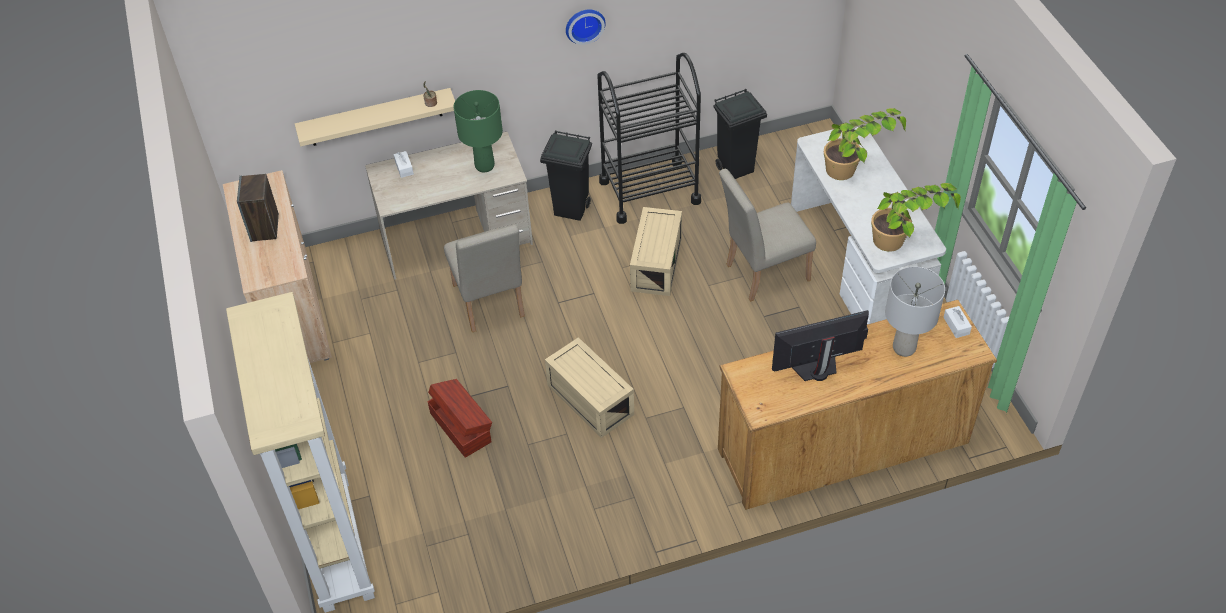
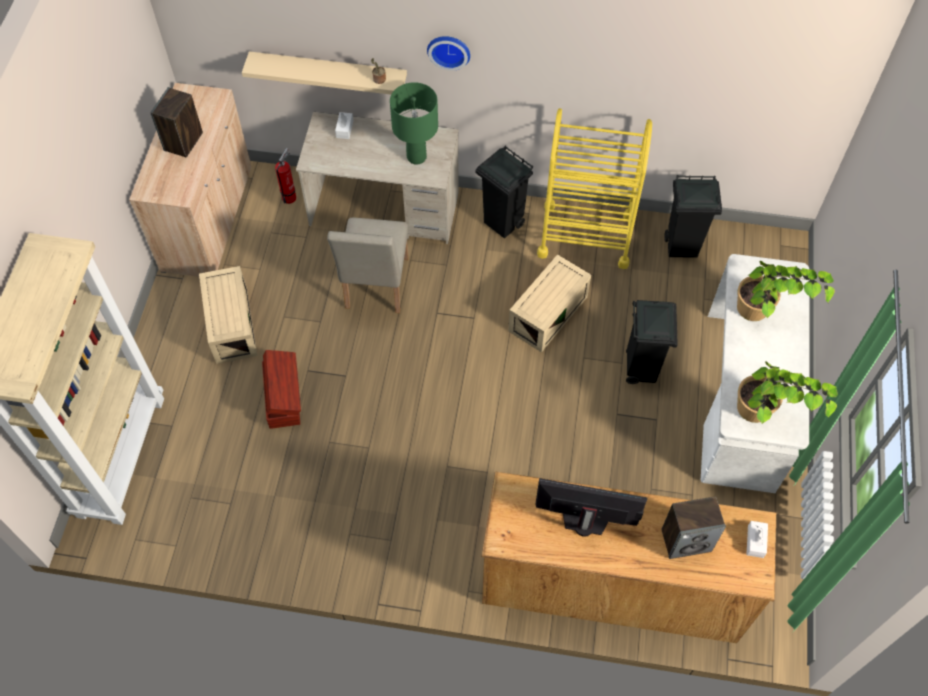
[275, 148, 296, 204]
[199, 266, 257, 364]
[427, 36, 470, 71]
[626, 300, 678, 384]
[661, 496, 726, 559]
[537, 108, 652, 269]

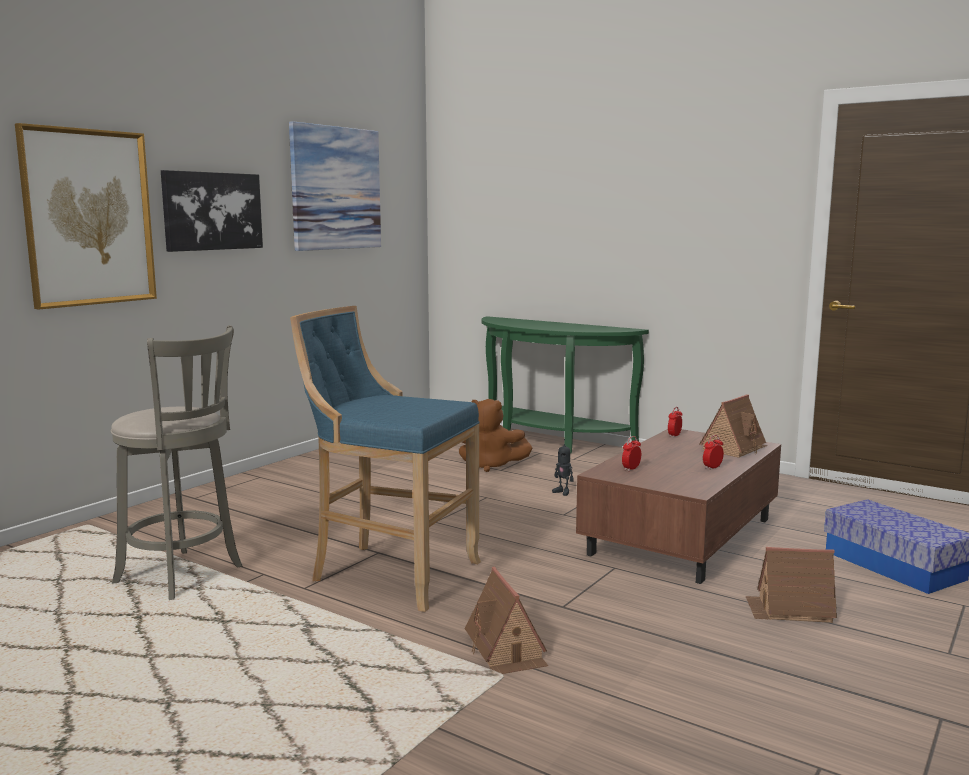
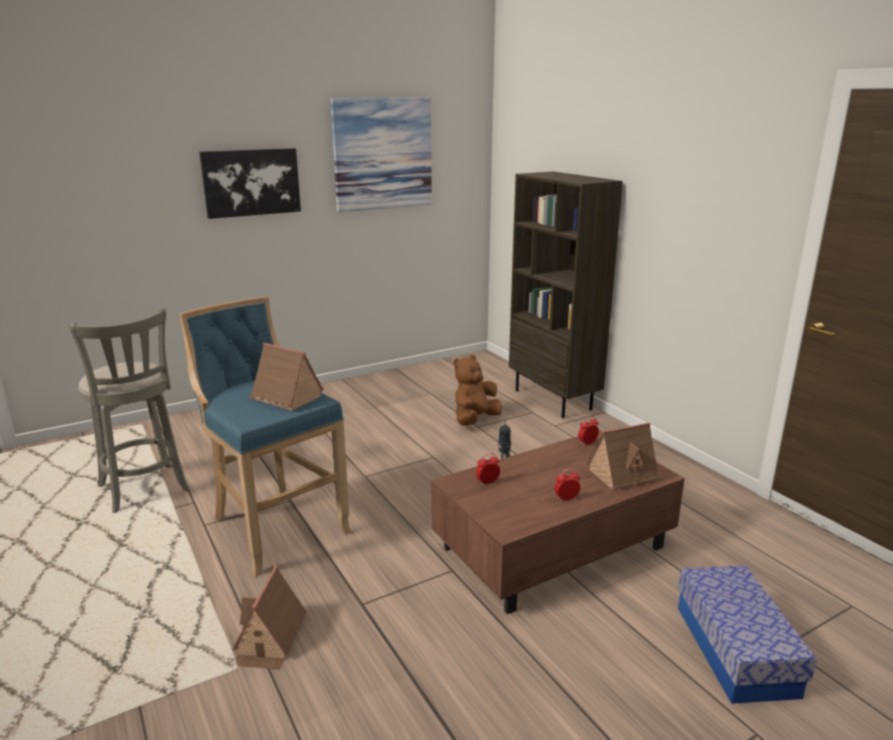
[15, 123, 157, 309] (first image)
[247, 343, 324, 411]
[509, 171, 623, 418]
[454, 355, 502, 426]

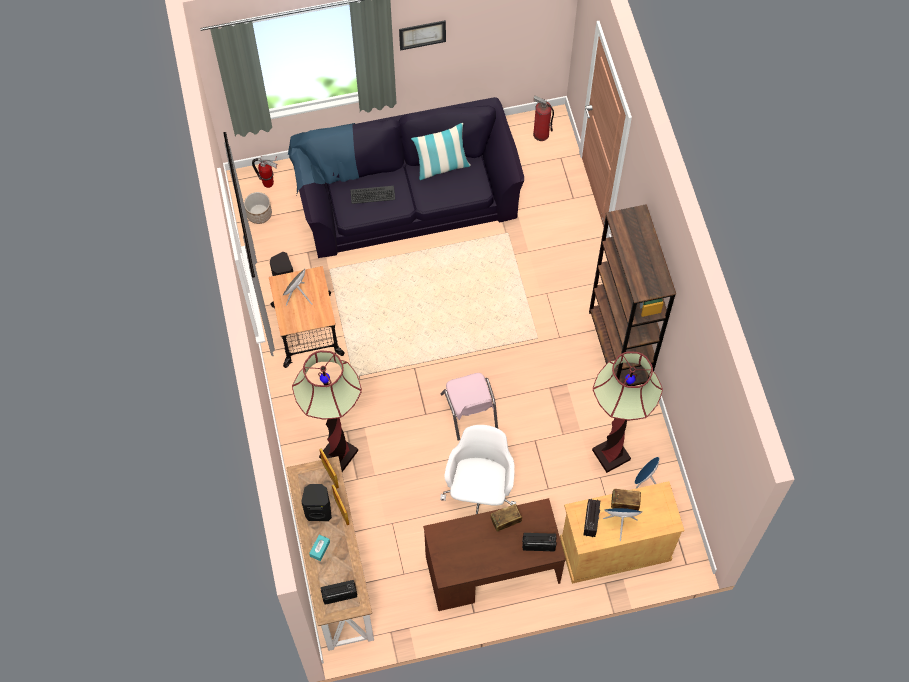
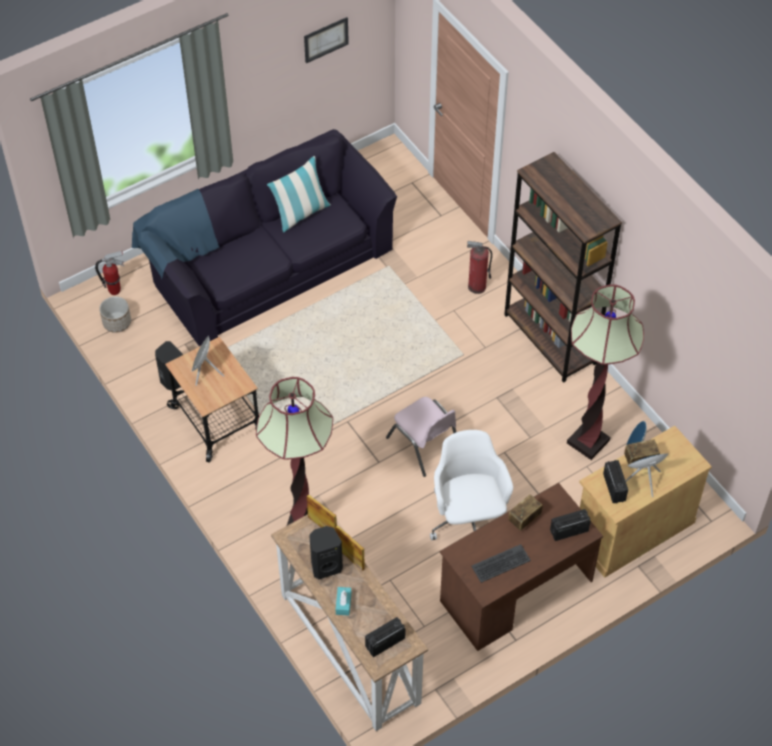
[471, 544, 531, 583]
[304, 17, 349, 63]
[467, 241, 492, 294]

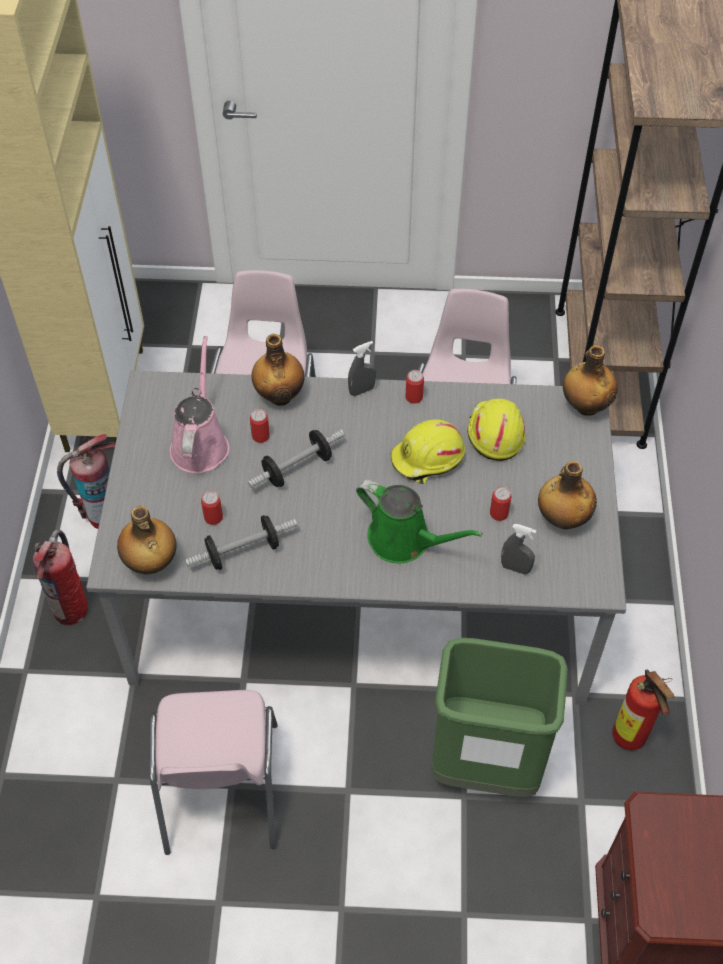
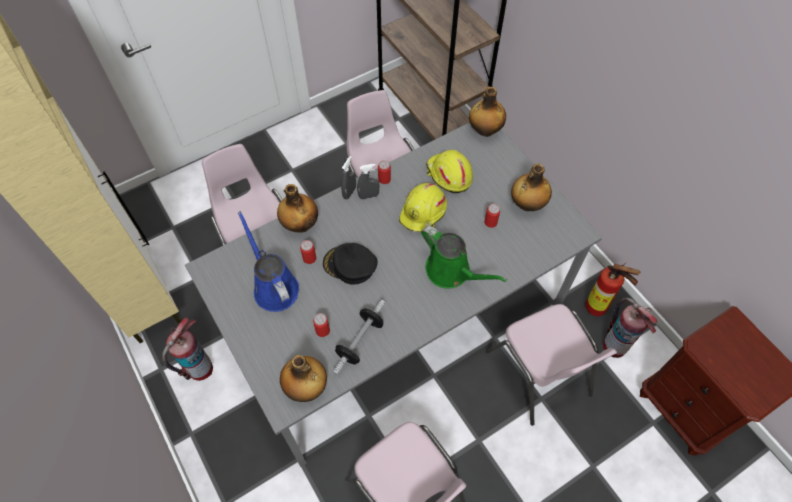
[603, 298, 657, 358]
[357, 164, 379, 199]
[323, 243, 378, 285]
[486, 304, 617, 426]
[238, 211, 299, 312]
[421, 226, 507, 289]

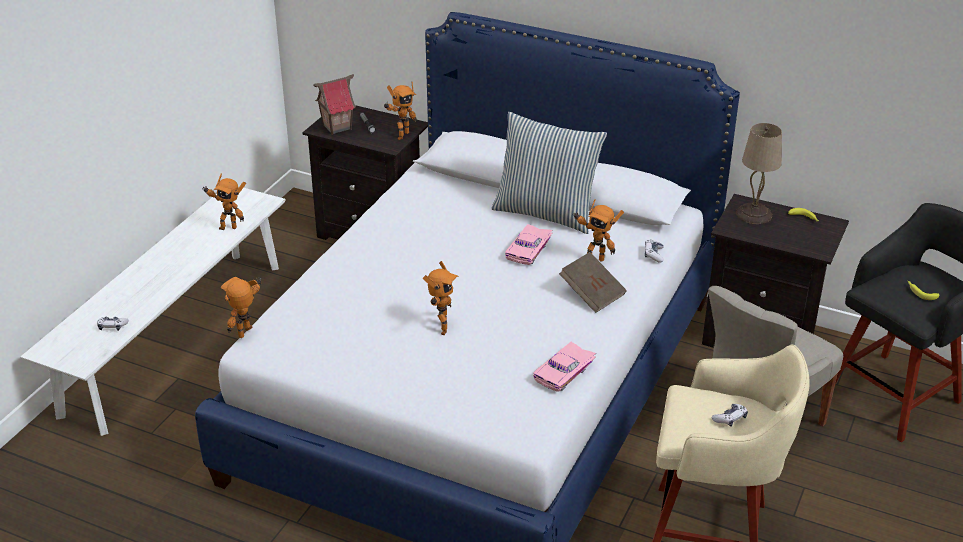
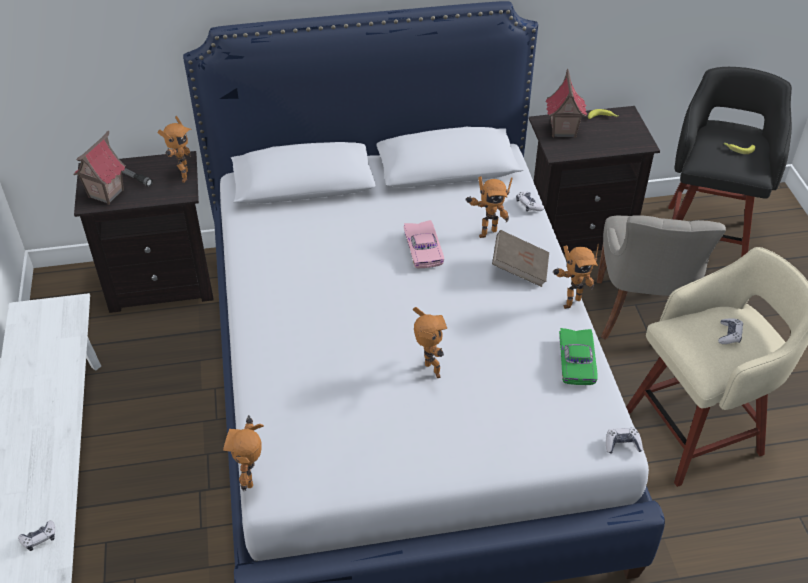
[492, 112, 607, 234] (first image)
[606, 428, 643, 454]
[553, 244, 599, 309]
[546, 69, 587, 138]
[559, 328, 598, 385]

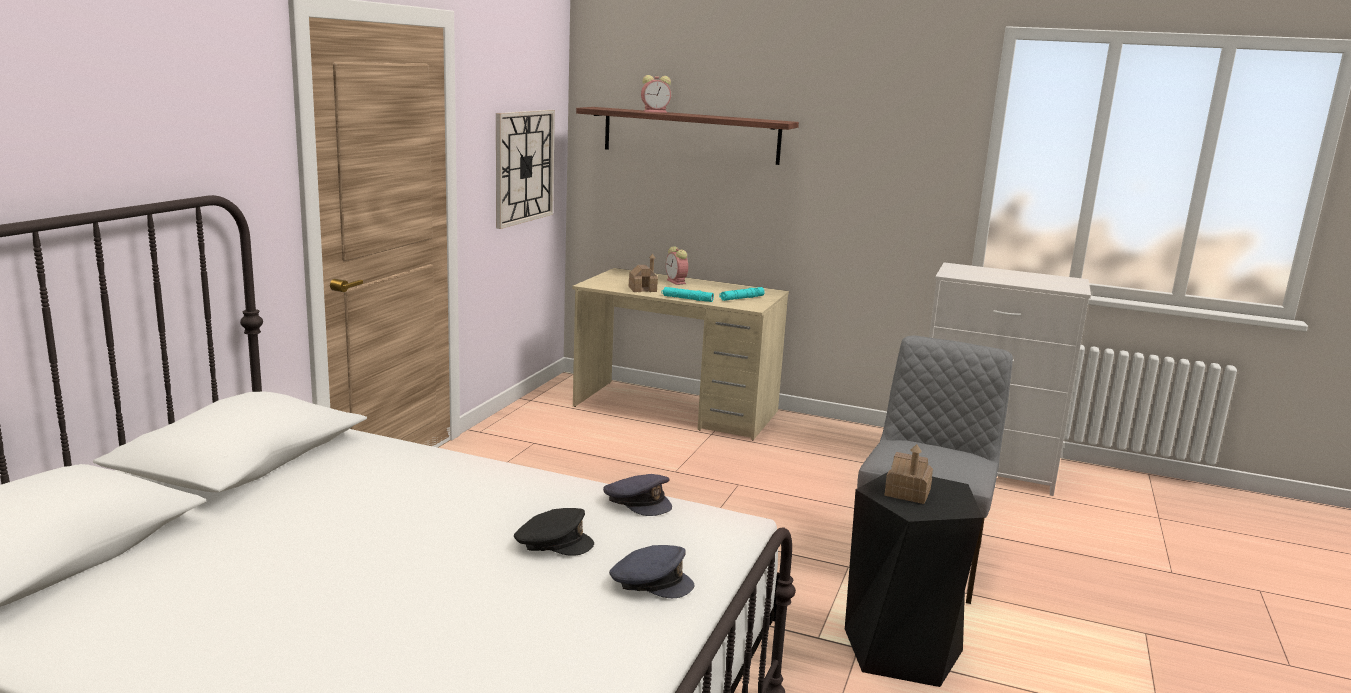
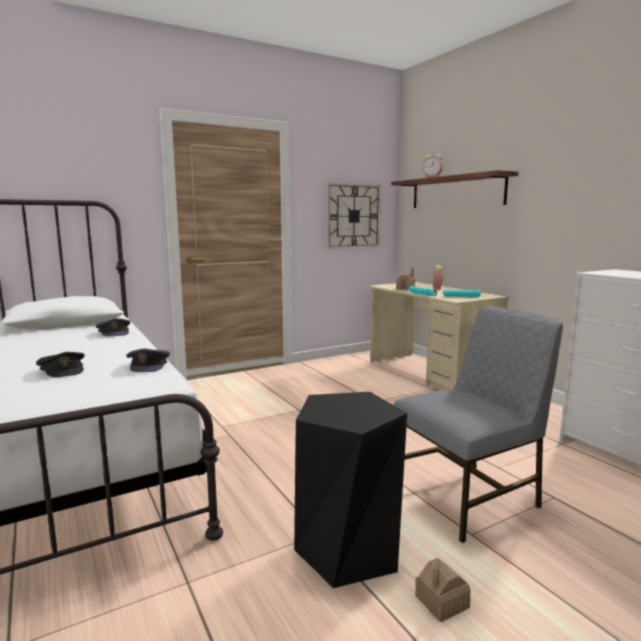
[96, 318, 130, 337]
[415, 558, 471, 622]

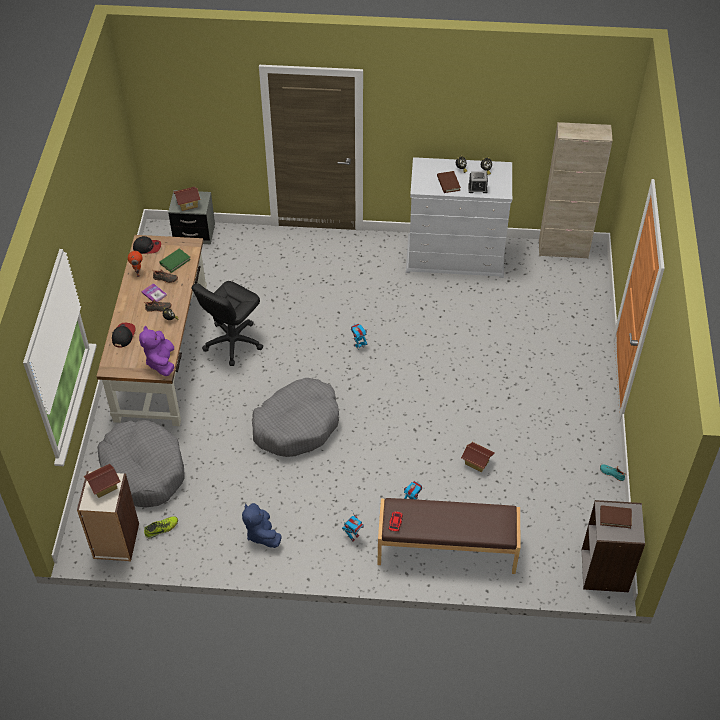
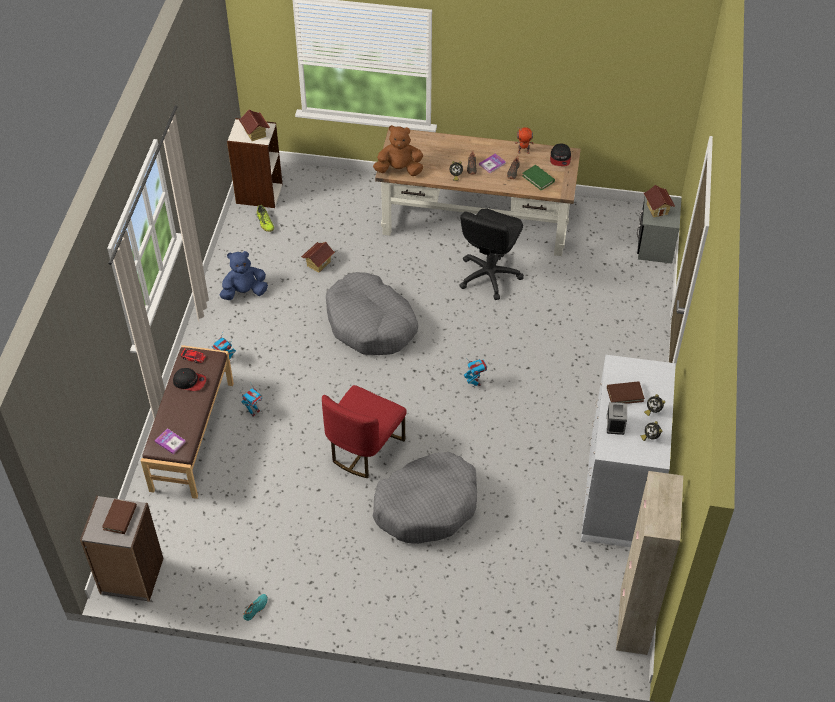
[155, 428, 186, 454]
[322, 385, 407, 478]
[373, 452, 477, 544]
[173, 368, 207, 391]
[301, 242, 335, 273]
[373, 125, 423, 176]
[459, 208, 524, 300]

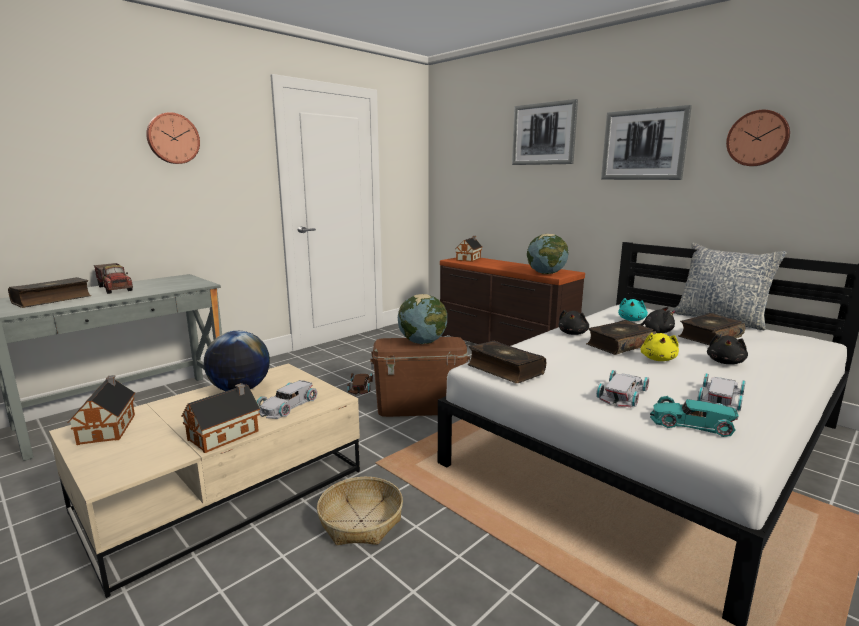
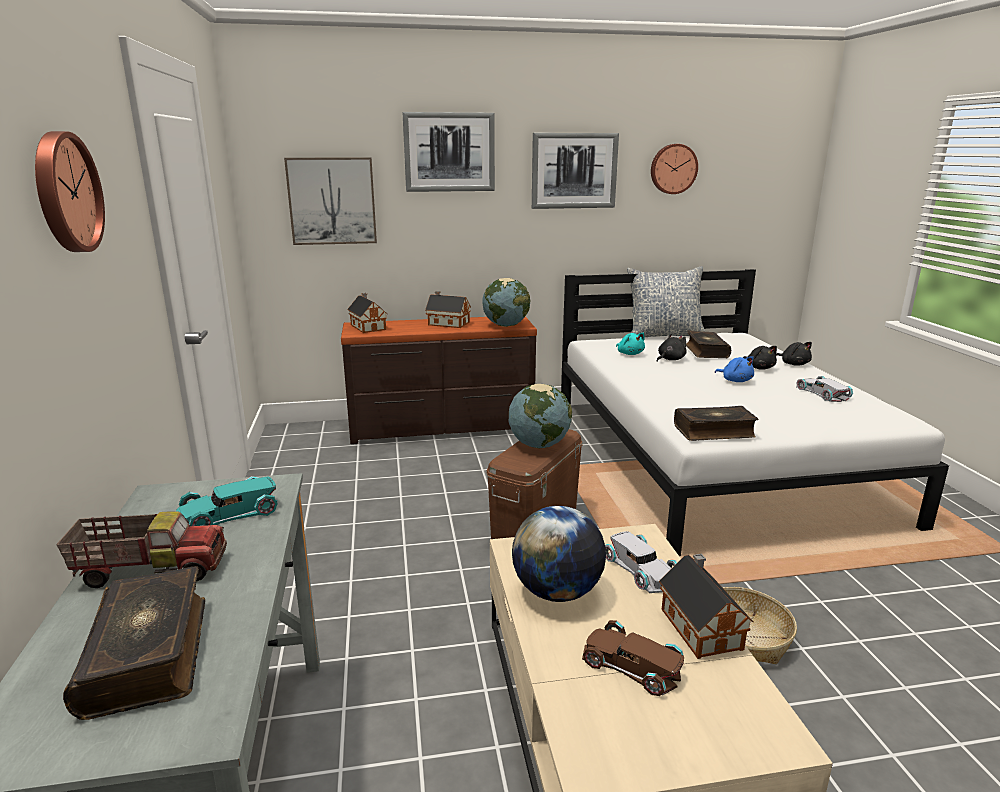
[586, 320, 657, 355] (first image)
[596, 370, 649, 407] (first image)
[284, 157, 377, 245]
[425, 291, 471, 328]
[582, 620, 684, 696]
[775, 342, 812, 366]
[176, 476, 278, 526]
[715, 356, 754, 382]

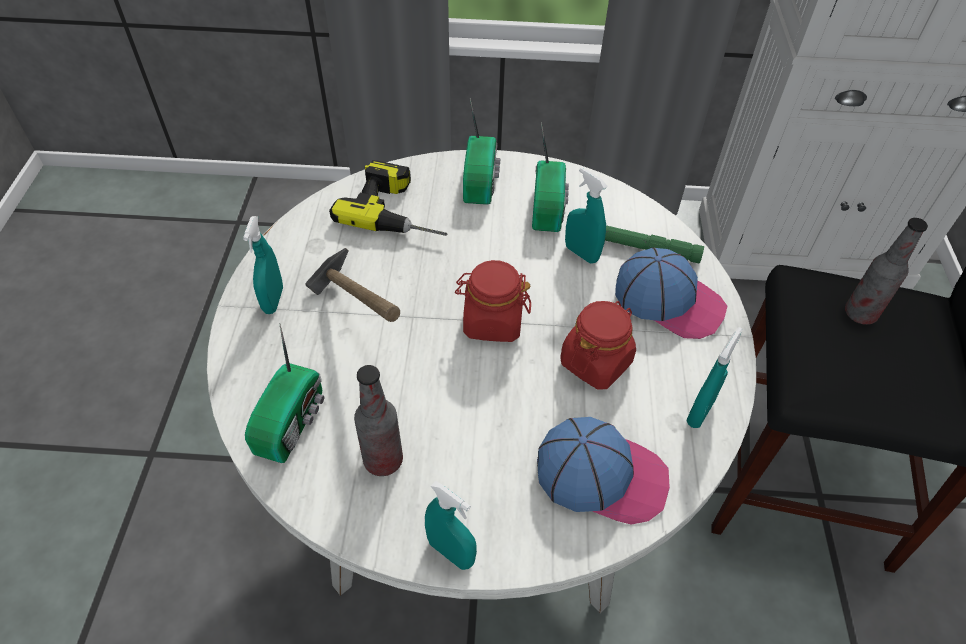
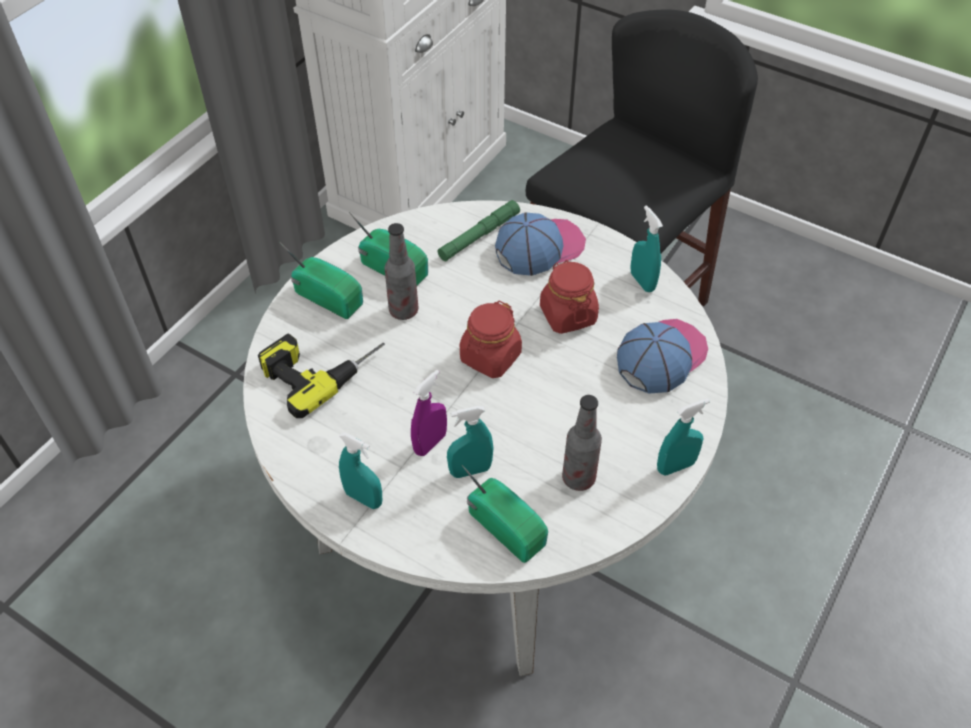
[447, 406, 493, 478]
[385, 223, 418, 320]
[411, 370, 447, 456]

